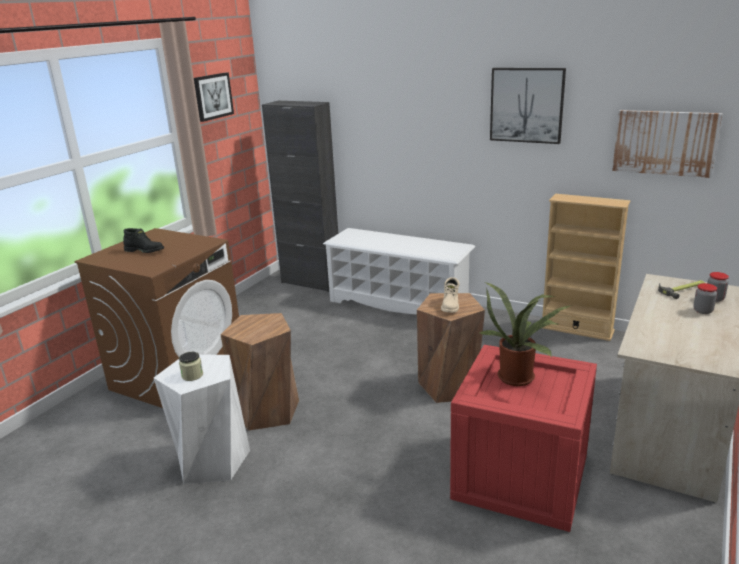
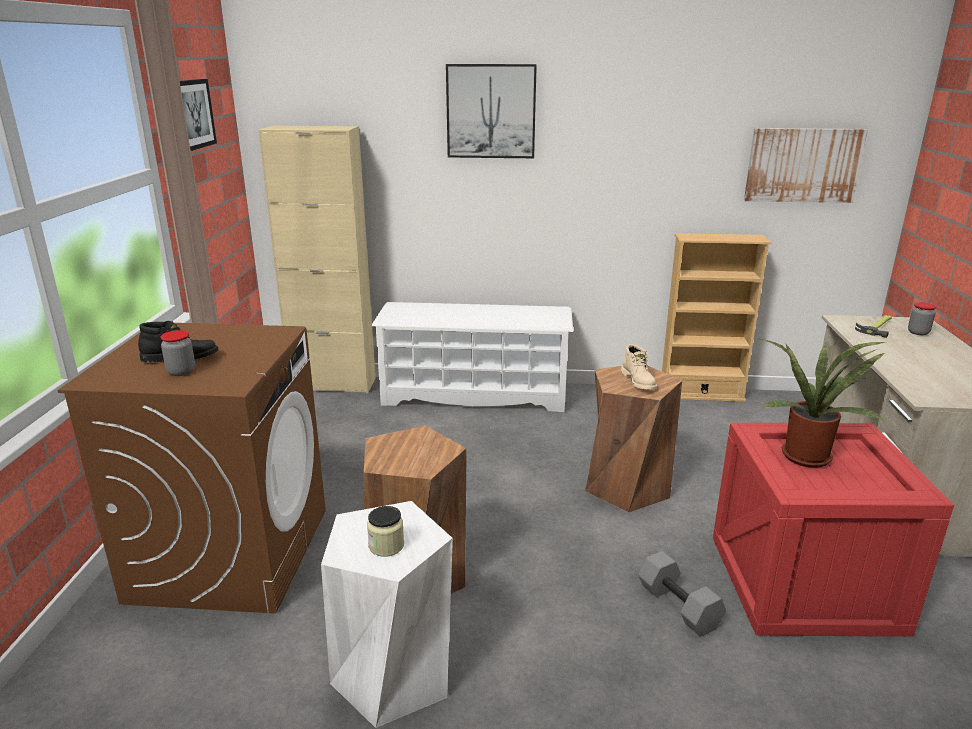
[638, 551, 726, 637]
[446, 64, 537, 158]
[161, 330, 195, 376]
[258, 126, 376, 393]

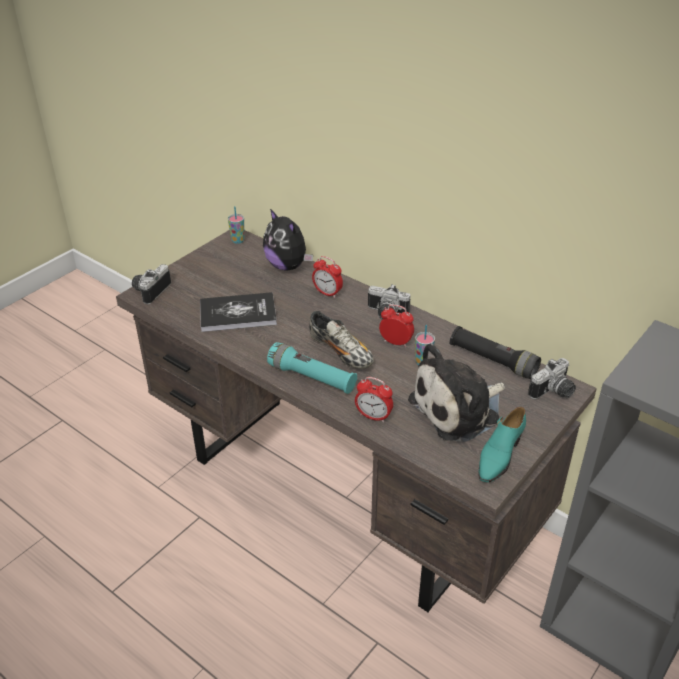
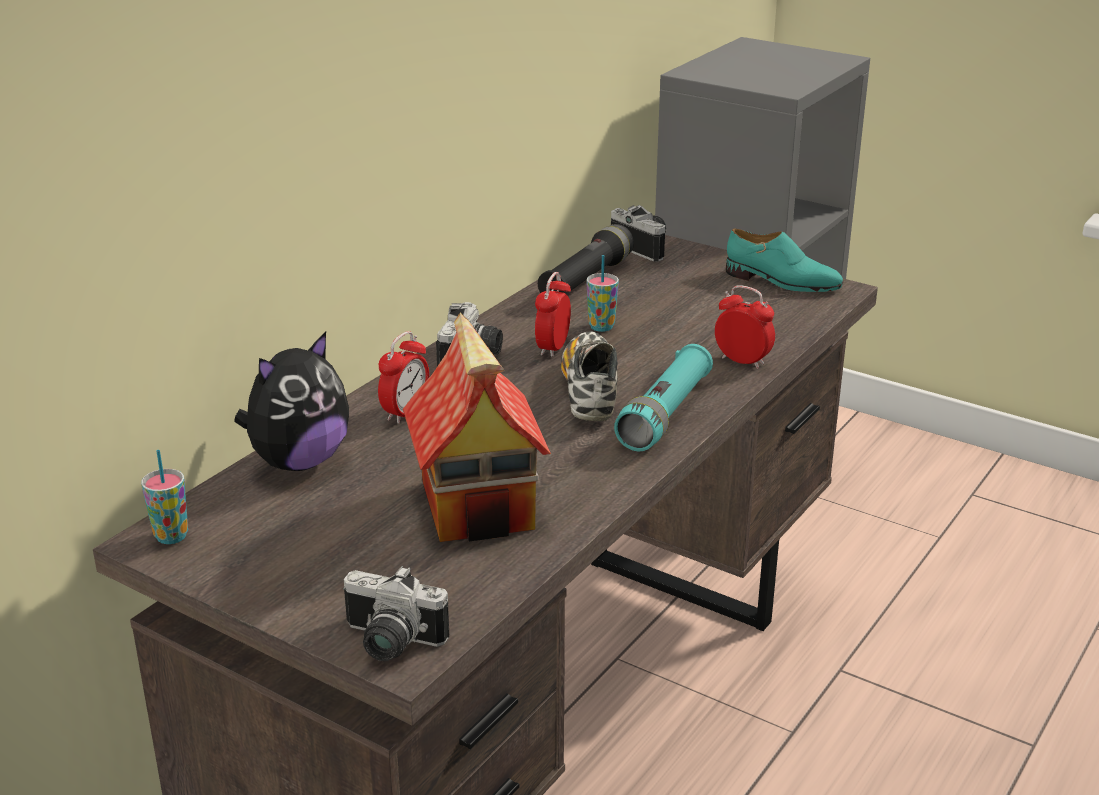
[408, 343, 505, 442] (first image)
[403, 312, 551, 542]
[561, 331, 618, 421]
[715, 285, 775, 369]

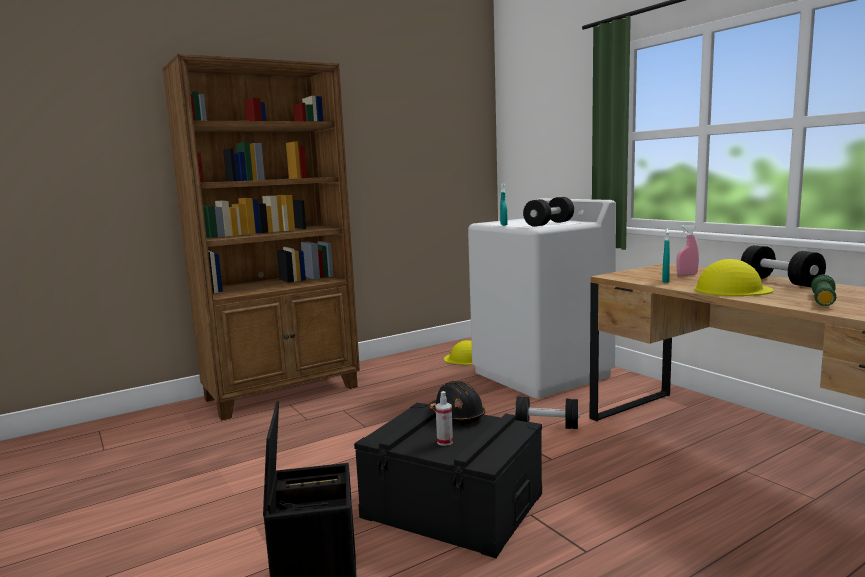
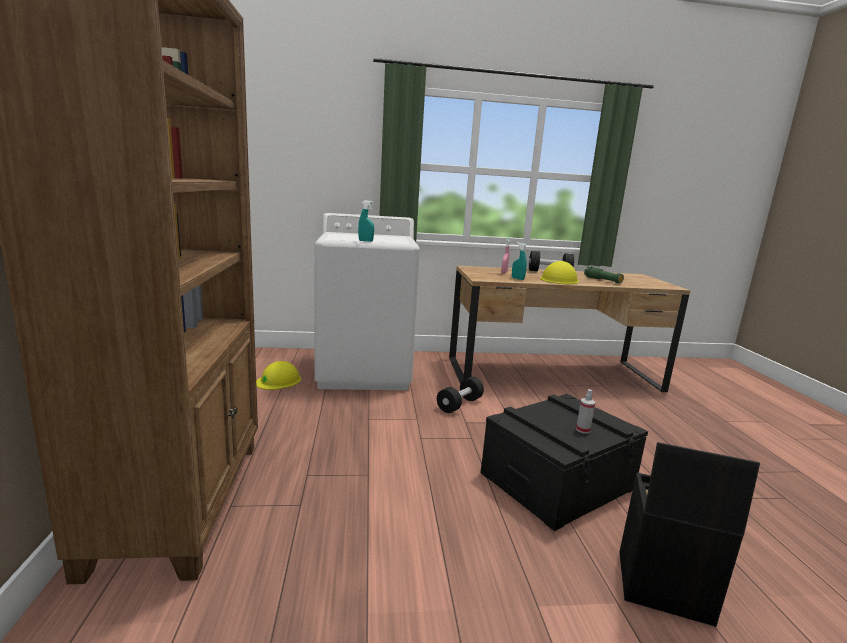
[429, 381, 485, 424] (first image)
[523, 197, 574, 227] (first image)

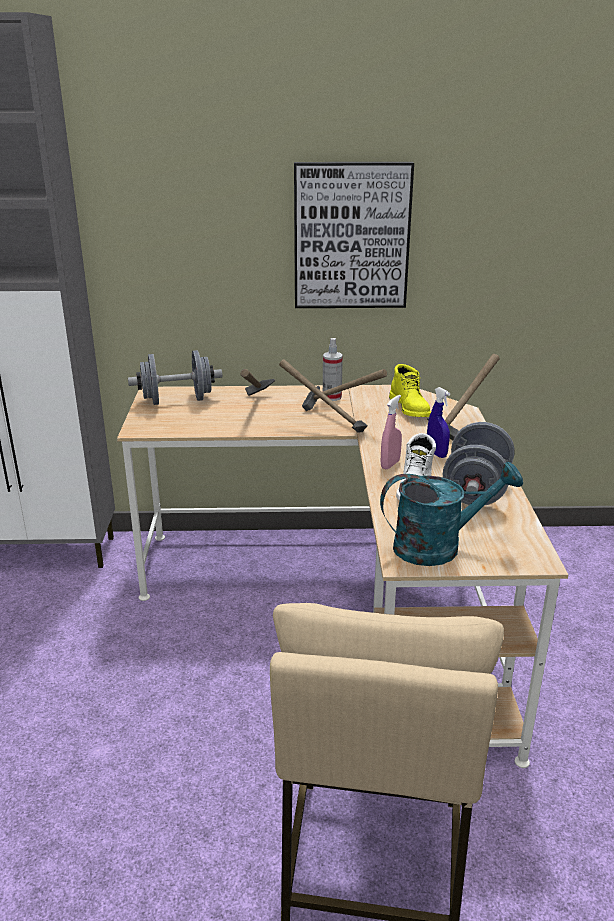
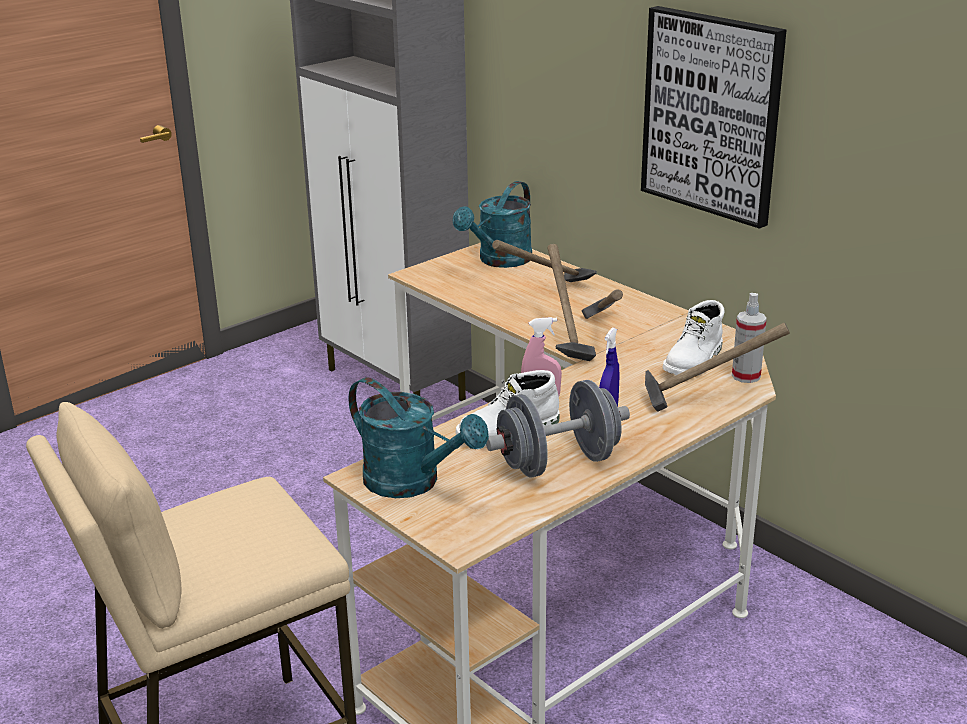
[732, 293, 767, 383]
[453, 181, 532, 268]
[663, 300, 725, 375]

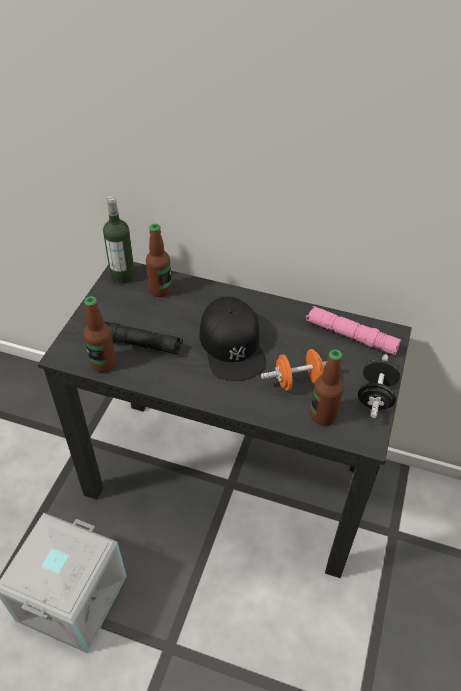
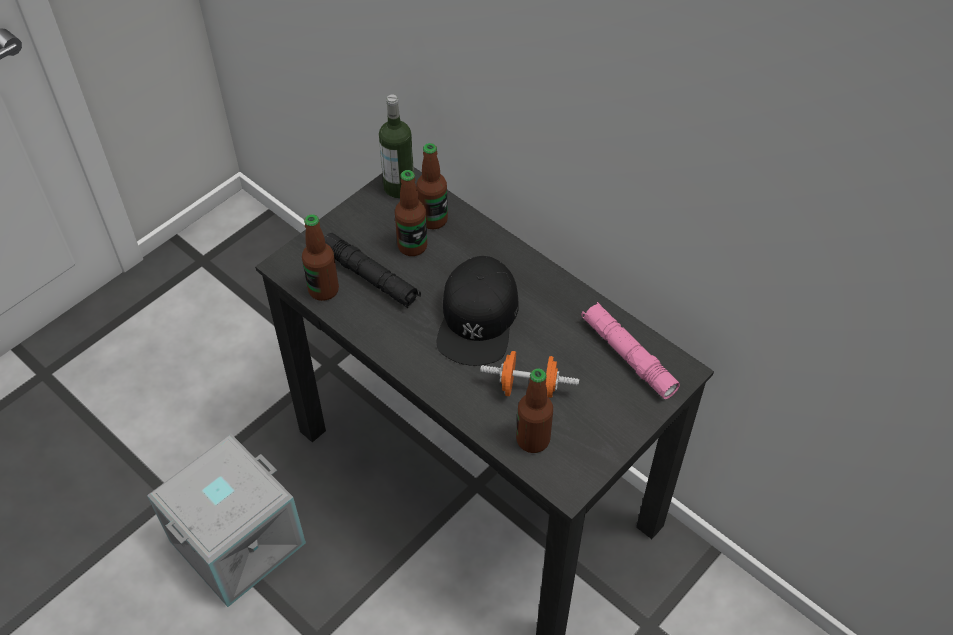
[358, 355, 400, 418] (first image)
[395, 170, 427, 256]

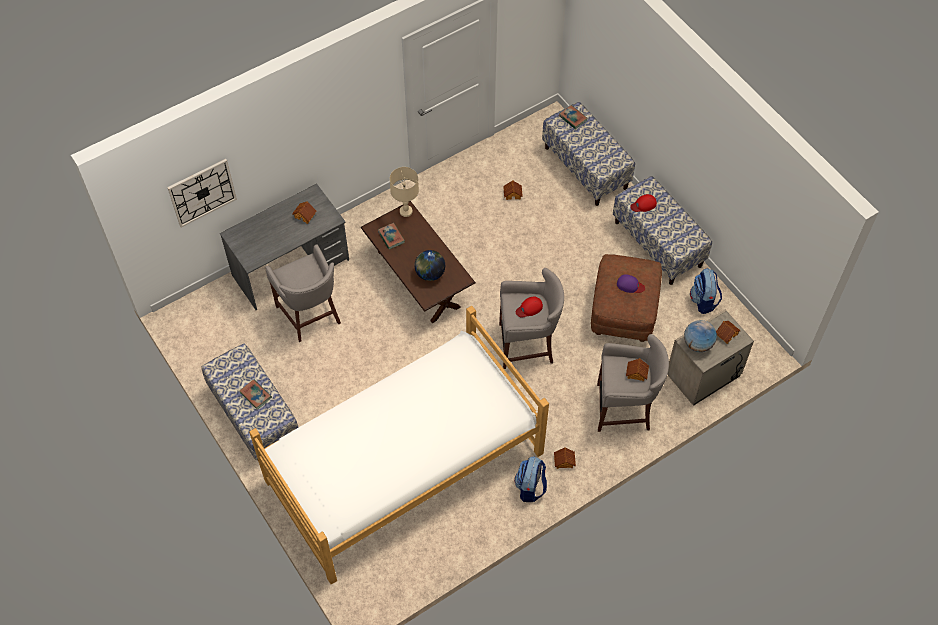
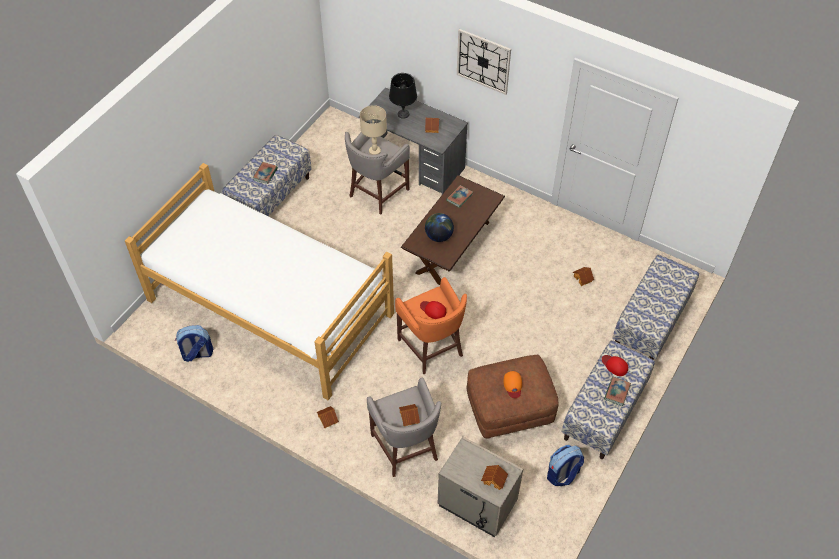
[684, 320, 717, 352] (first image)
[389, 73, 417, 119]
[457, 29, 511, 95]
[360, 105, 387, 155]
[175, 325, 213, 362]
[604, 377, 631, 406]
[395, 277, 467, 374]
[503, 371, 522, 398]

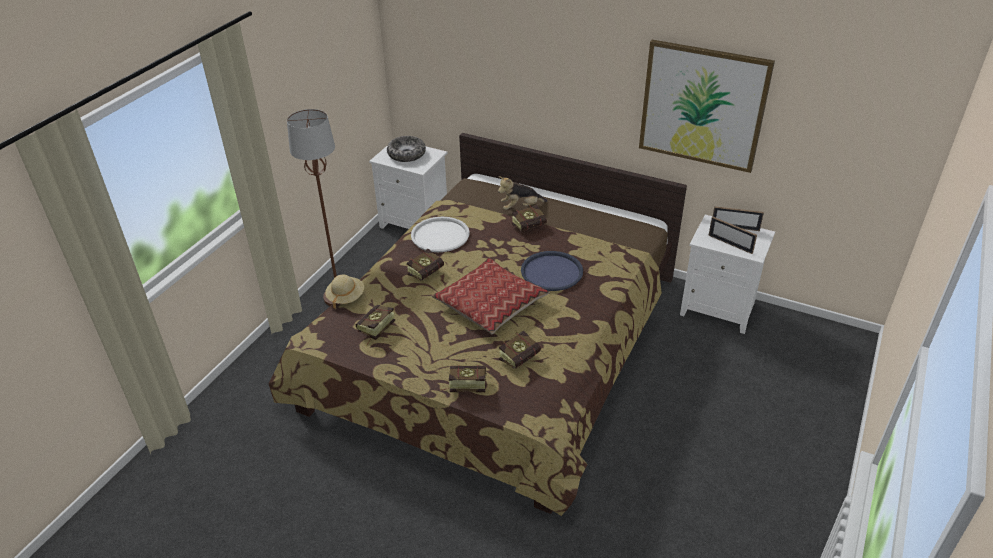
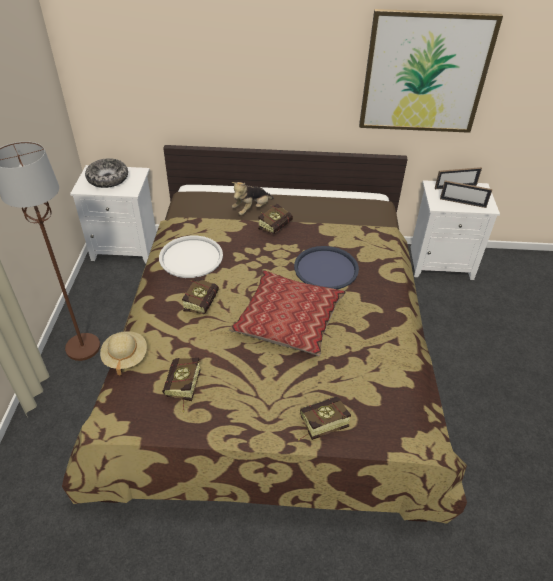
[499, 330, 541, 369] (first image)

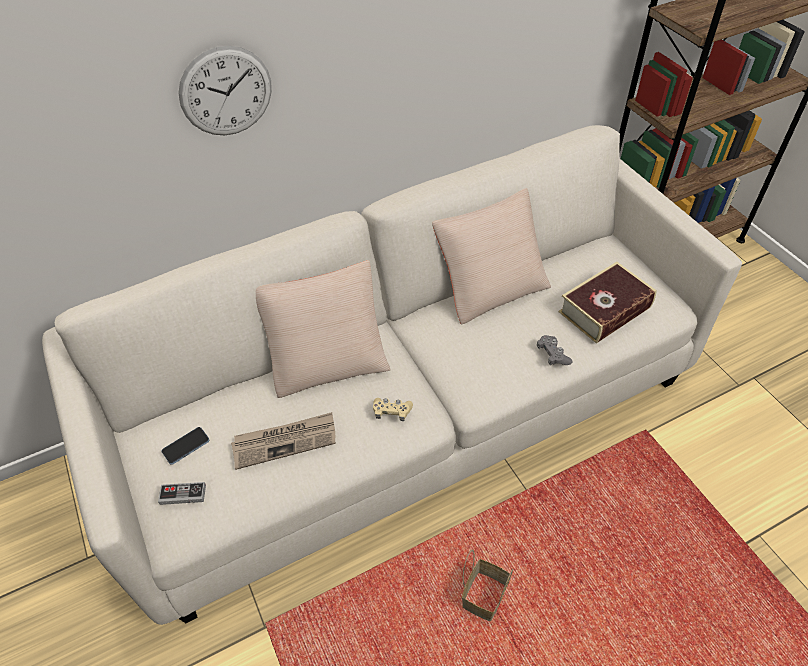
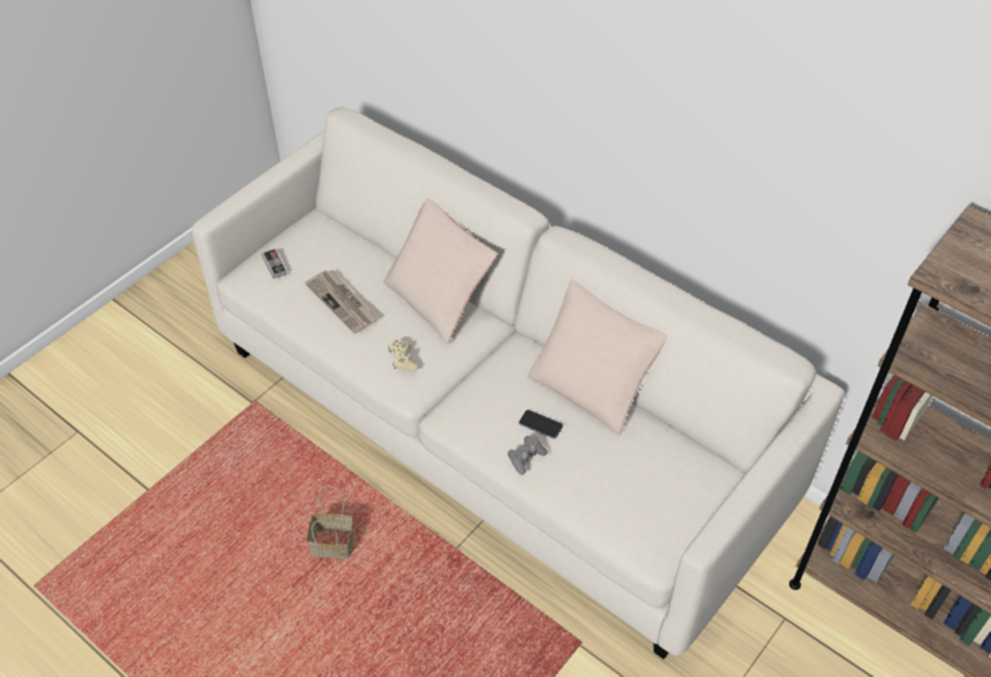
[178, 45, 272, 135] (first image)
[559, 262, 657, 344] (first image)
[519, 410, 563, 439]

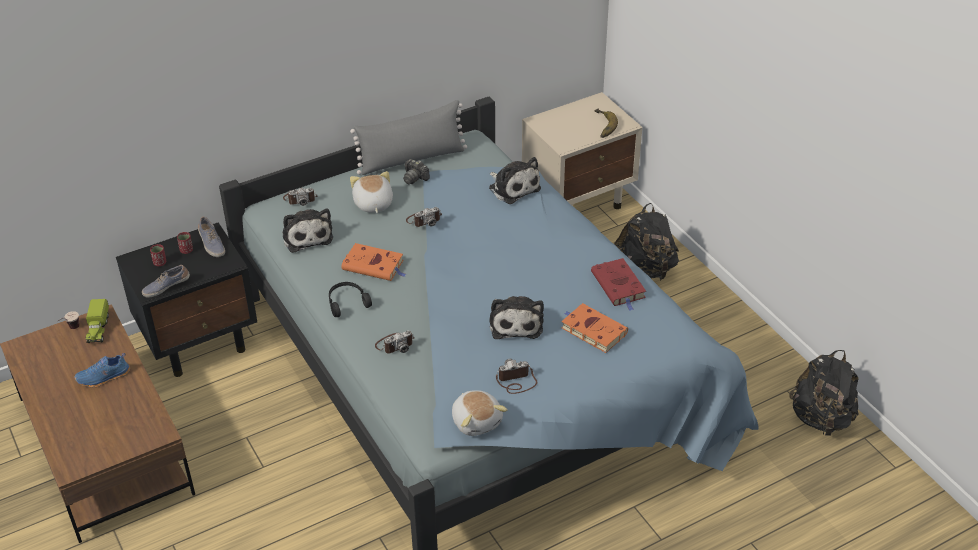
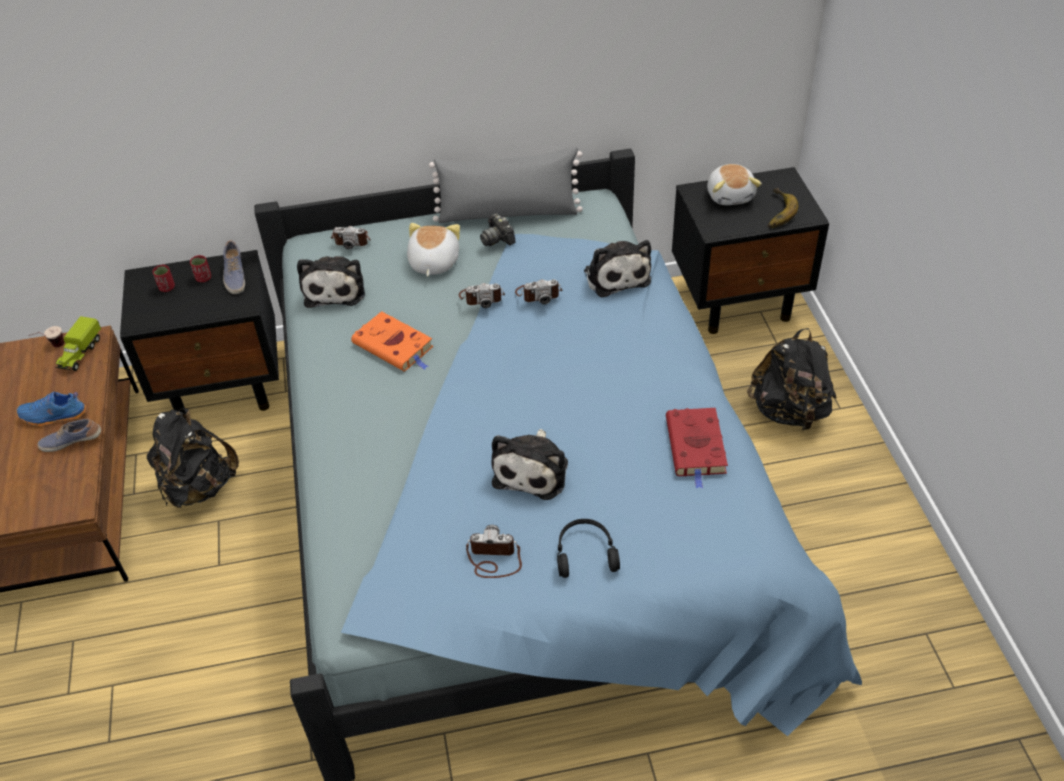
[561, 303, 628, 353] (first image)
[37, 418, 101, 452]
[557, 519, 620, 578]
[515, 279, 562, 305]
[707, 164, 762, 205]
[147, 408, 239, 508]
[672, 167, 829, 334]

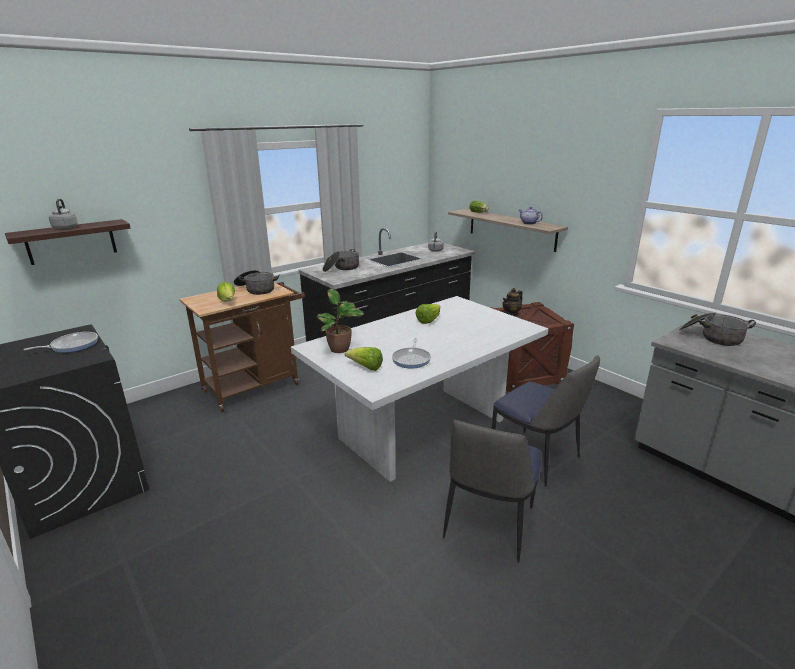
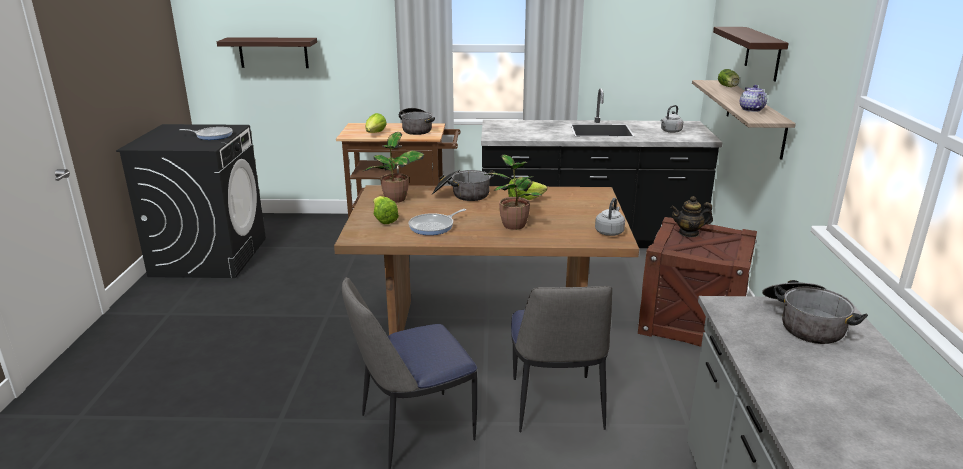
[484, 155, 541, 230]
[713, 27, 789, 82]
[595, 198, 625, 236]
[432, 170, 495, 201]
[334, 185, 639, 335]

